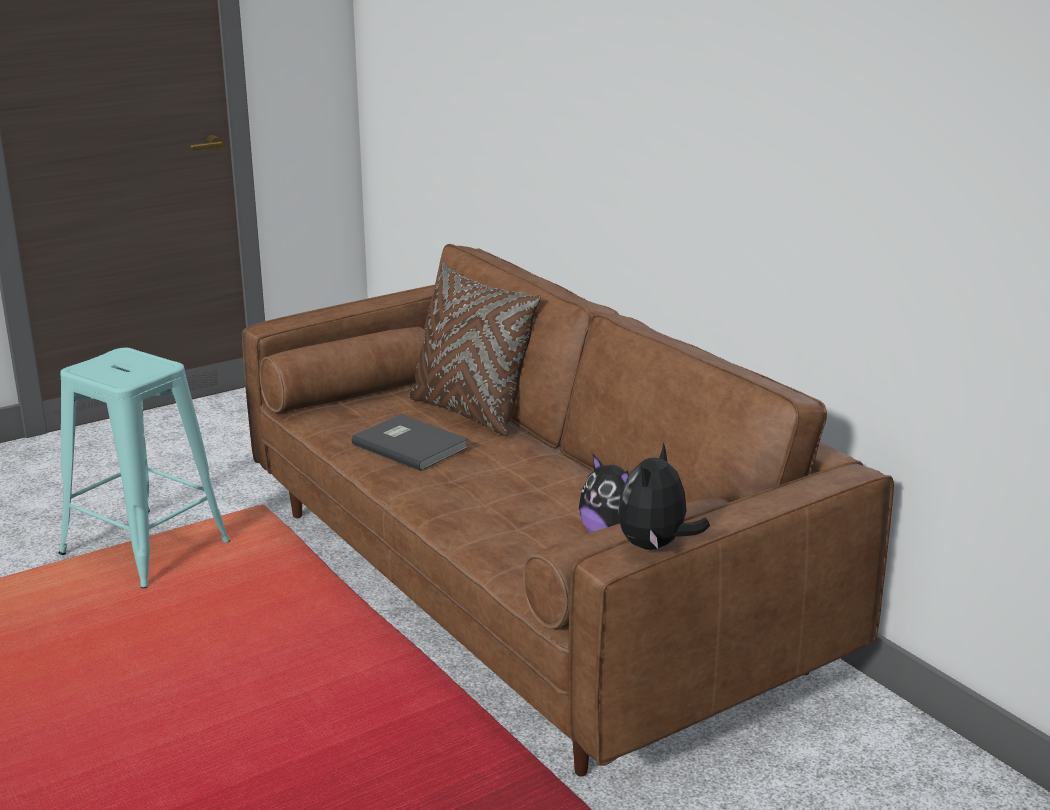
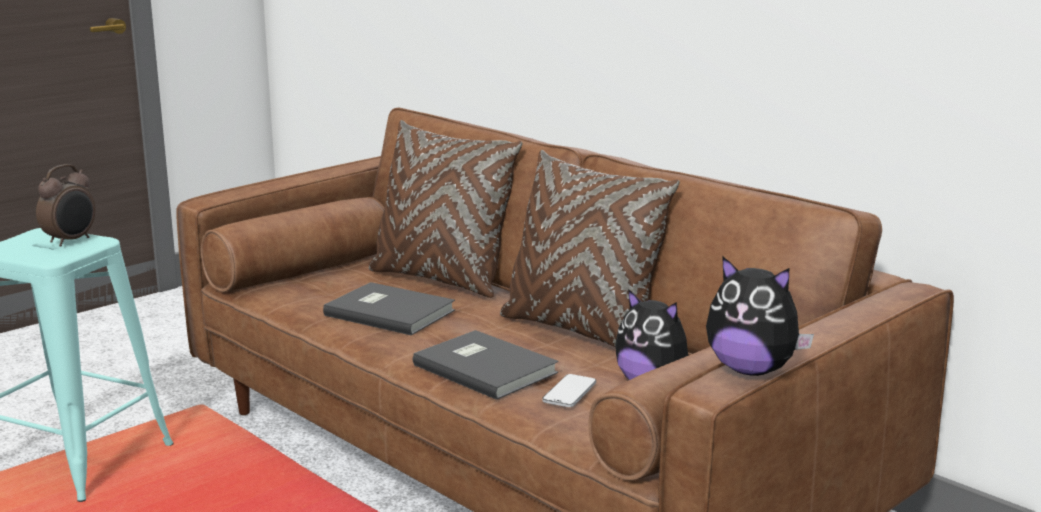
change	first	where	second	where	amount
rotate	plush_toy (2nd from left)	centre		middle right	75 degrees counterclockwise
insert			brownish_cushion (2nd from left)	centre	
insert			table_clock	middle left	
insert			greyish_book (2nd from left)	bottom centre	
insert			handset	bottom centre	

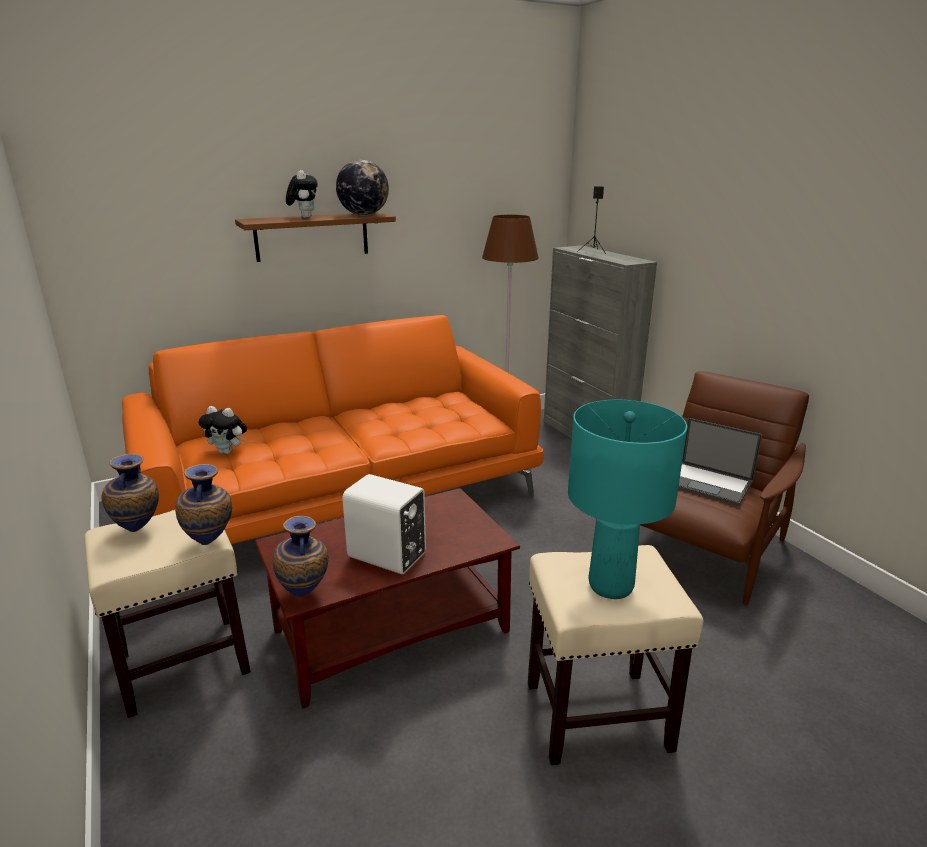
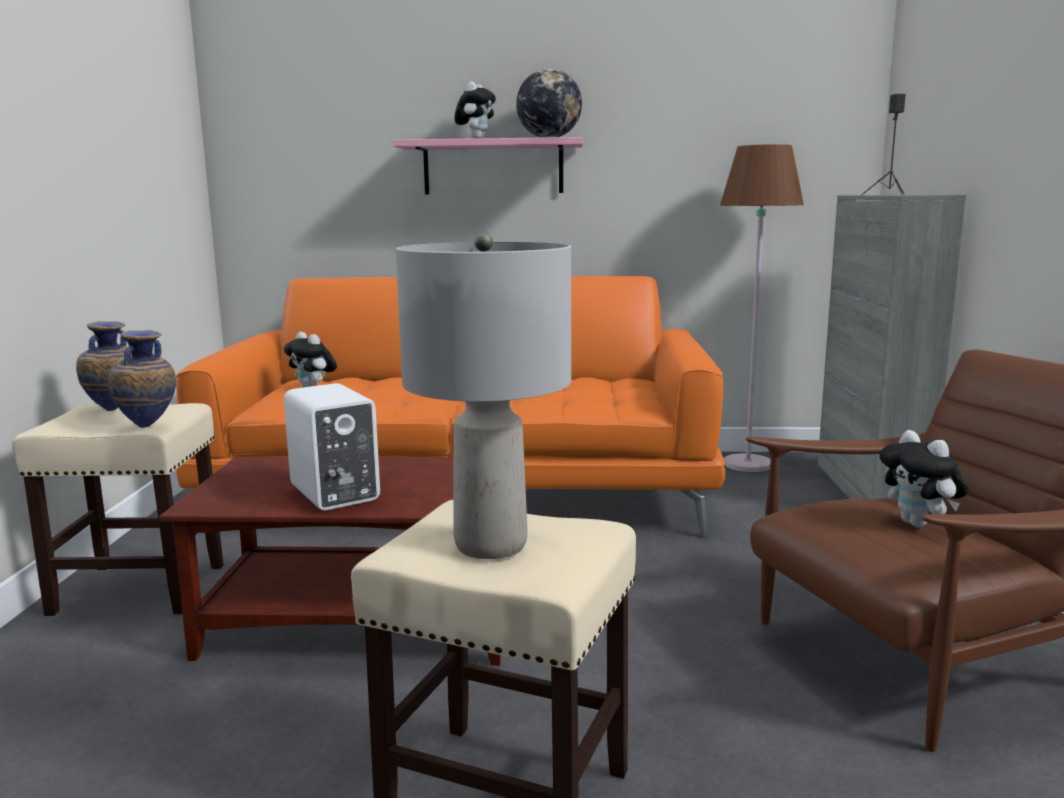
change	first	where	second	where	amount
recolor	brownish_bracket_shelf	top centre	pinkish_bracket_shelf	top centre	
recolor	blue-green_lamp_for_a_table	middle right	greyish_lamp_for_a_table	centre	
replace	portable_computer	middle right	plush_toy (3rd from left)	middle right	
delete	decorative_vase (3rd from left)	middle left			

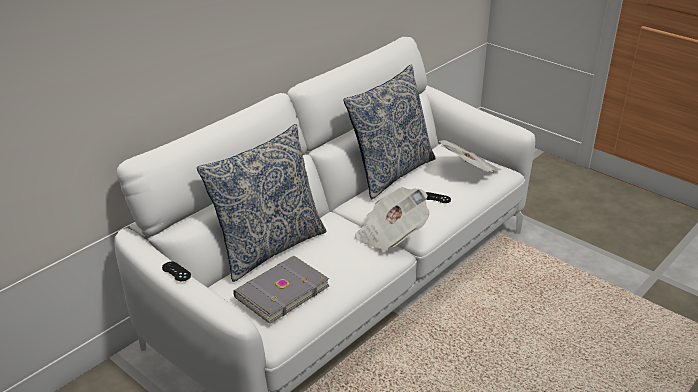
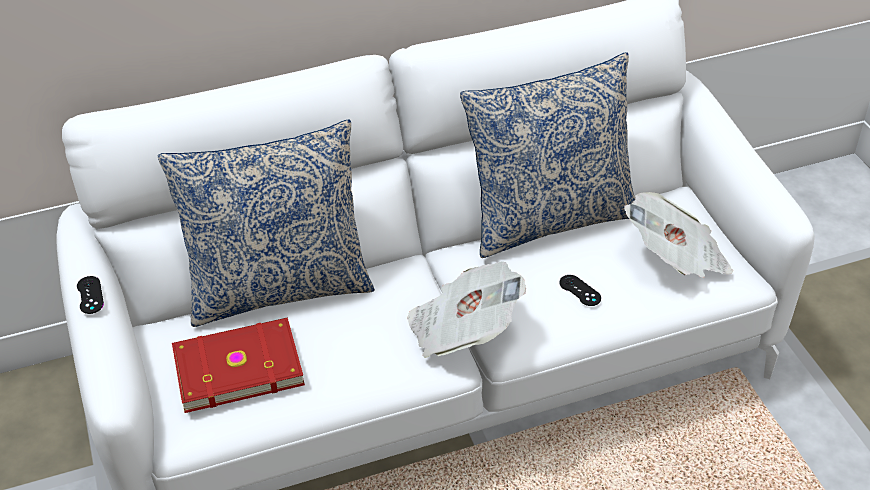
change	first	where	second	where	amount
recolor	greyish_book	bottom centre	reddish_book	bottom left	

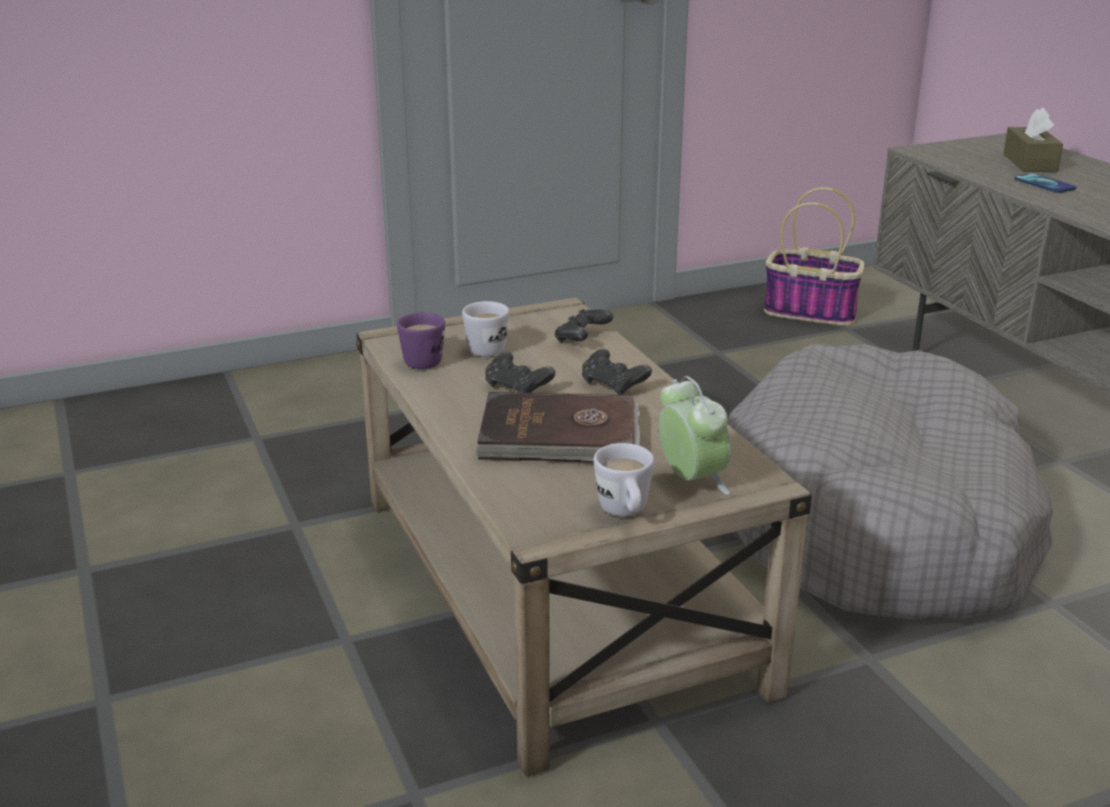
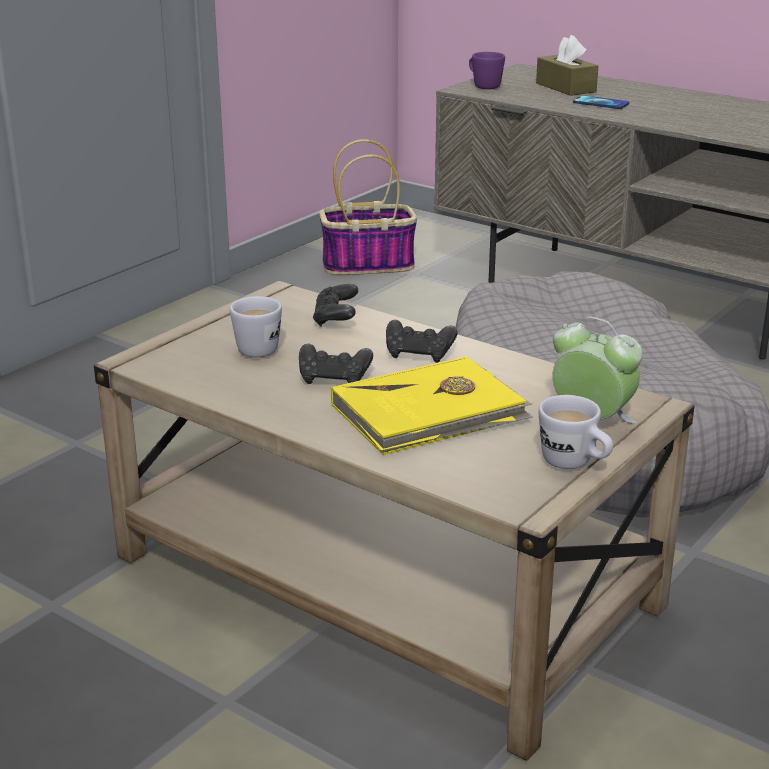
change	first	where	second	where	amount
move	purplish_mug	centre		top centre	
recolor	brownish_book	centre	yellow-coloured_book	centre	

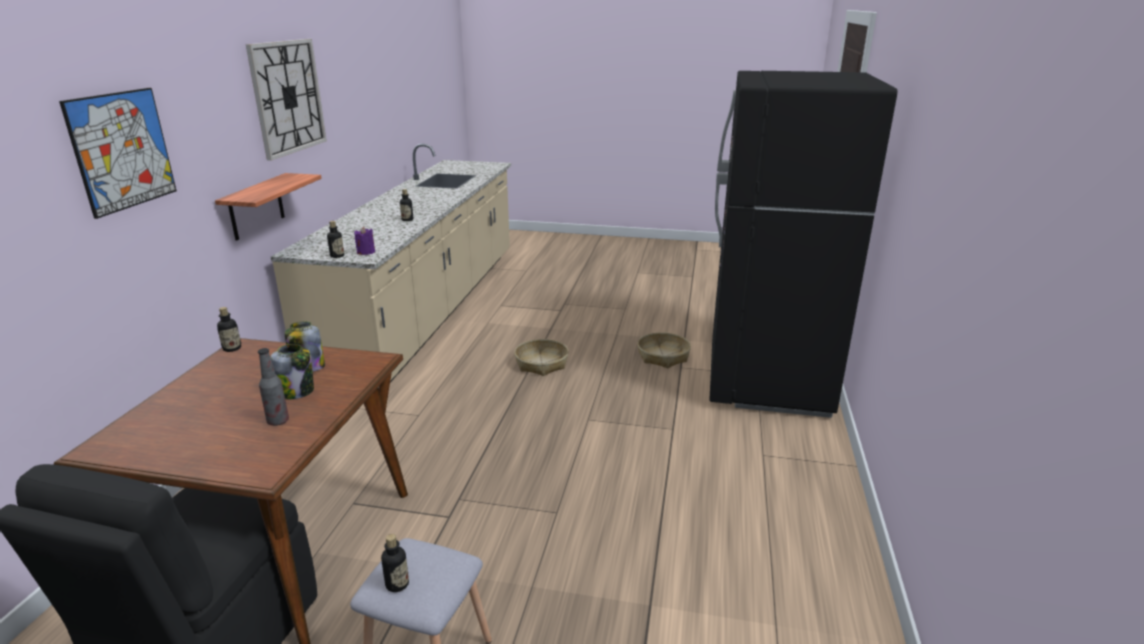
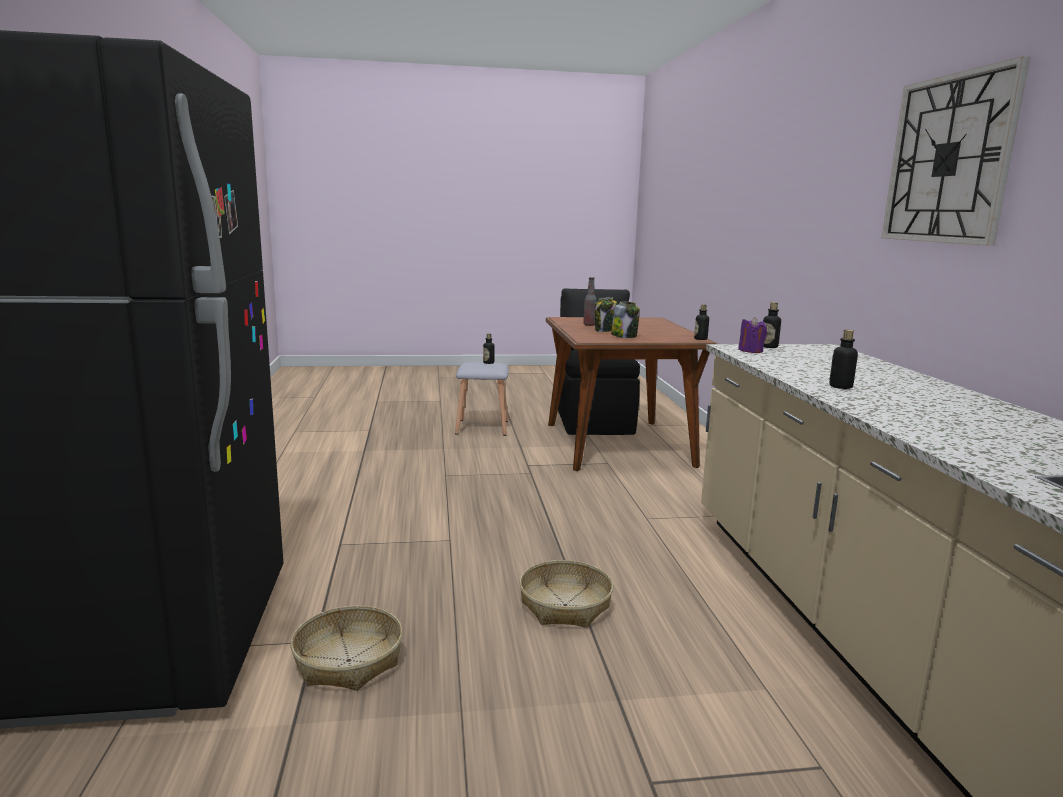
change	first	where	second	where	amount
delete	wall_picture	top left			
delete	bracket_shelf	top left			

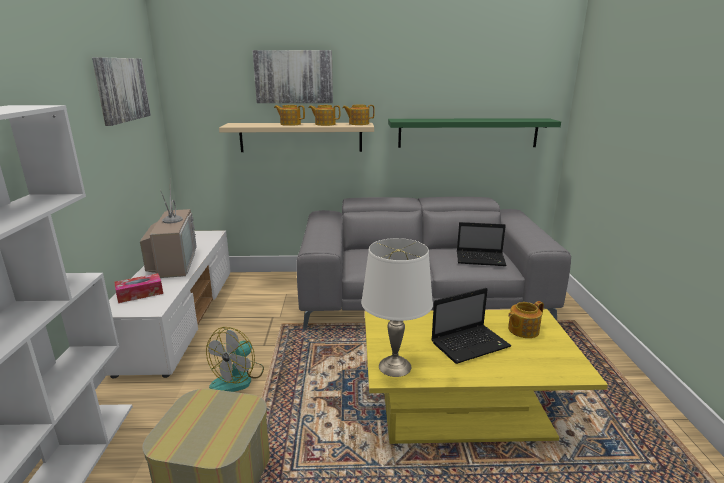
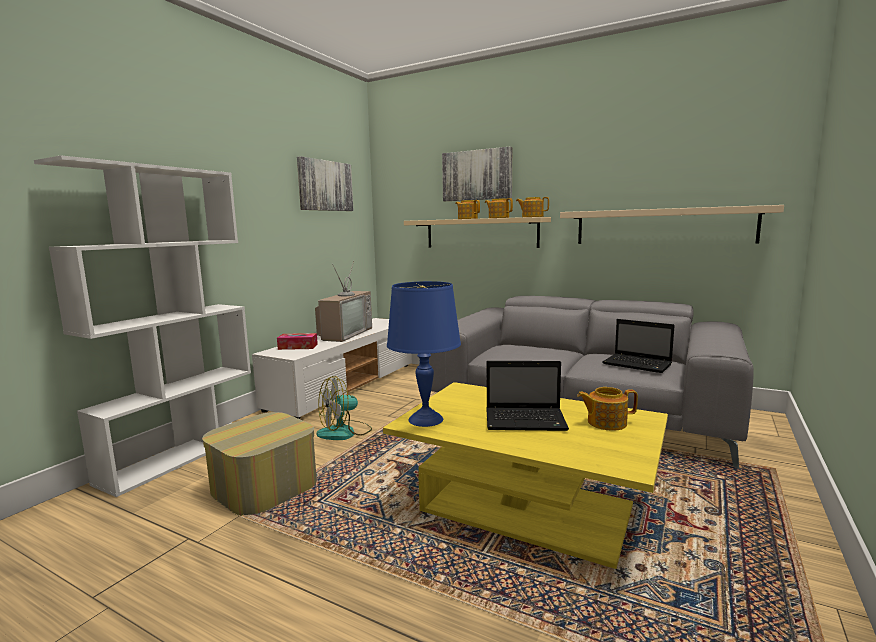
change	first	where	second	where	amount
recolor	greenish_bracket_shelf	top centre	beige_bracket_shelf (2nd from left)	middle right	
recolor	white_lamp_for_a_table	centre	blue-coloured_lamp_for_a_table	centre	

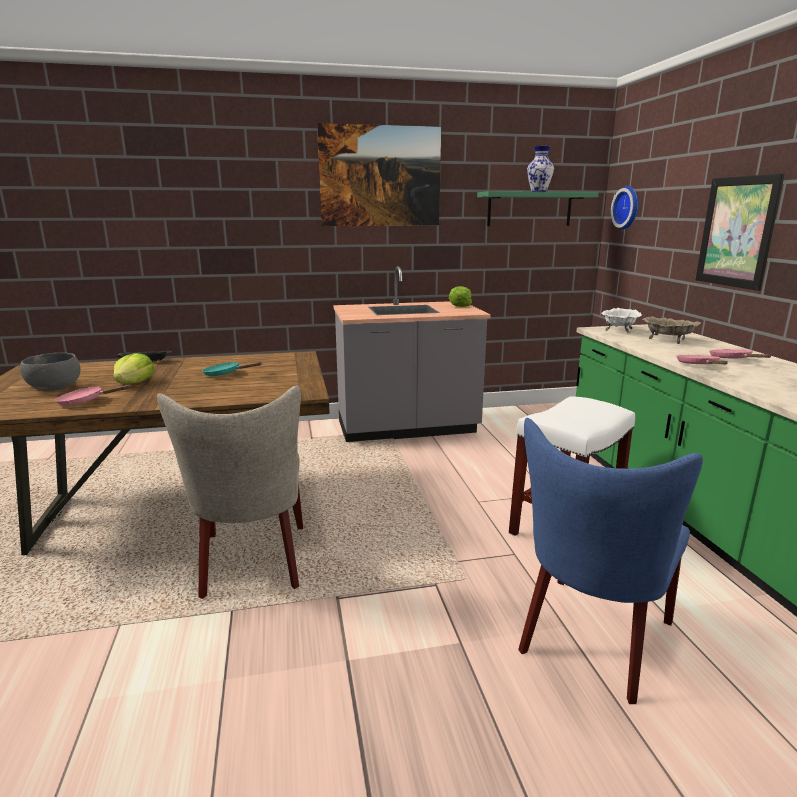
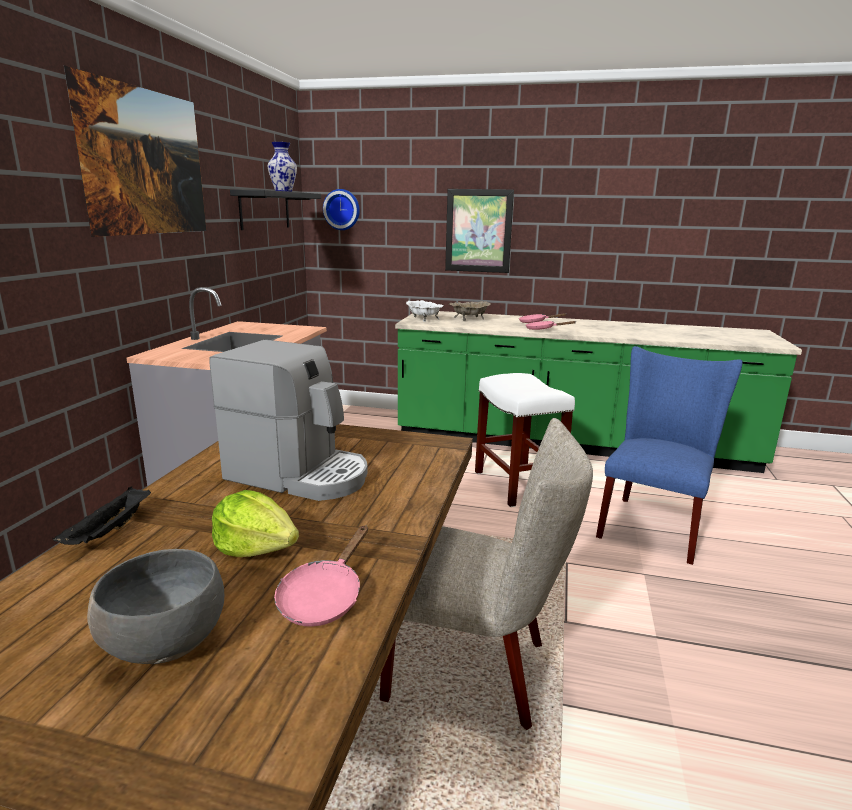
change	first	where	second	where	amount
recolor	greenish_bracket_shelf	top right	black-coloured_bracket_shelf	top left	
delete	lettuce (2nd from left)	centre			
replace	blue-green_frying_pan	middle left	coffee_machine	centre	
rotate	blue-coloured_upright_chair	bottom right		middle right	120 degrees counterclockwise

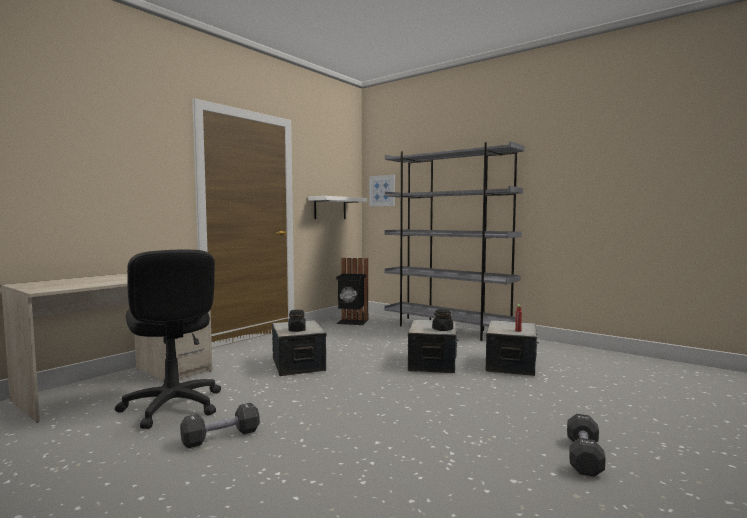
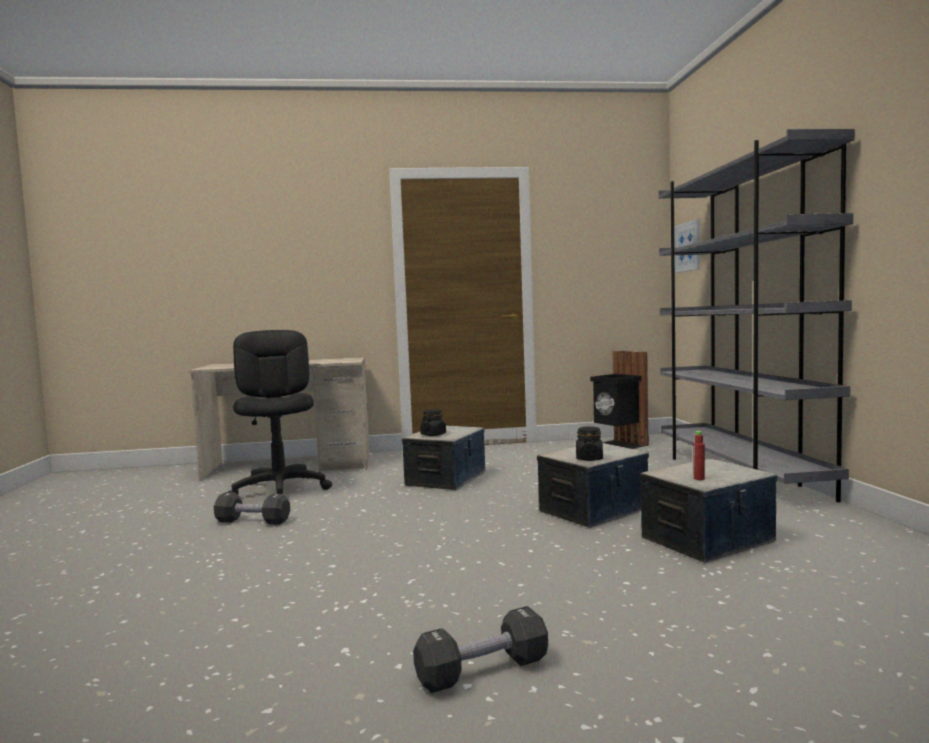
change	first	where	second	where	amount
delete	white_bracket_shelf	centre			
rotate	black-coloured_office_chair	middle left		middle left	150 degrees clockwise

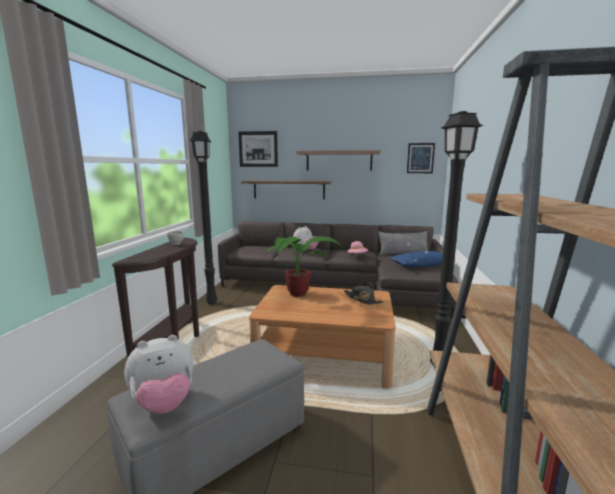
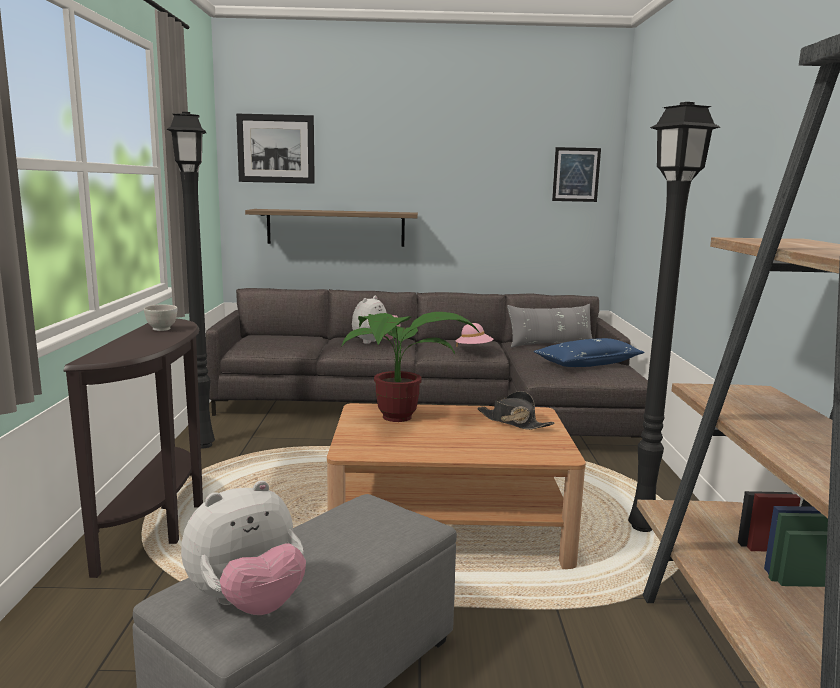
change	first	where	second	where	amount
delete	bracket_shelf (2nd from left)	top centre			

